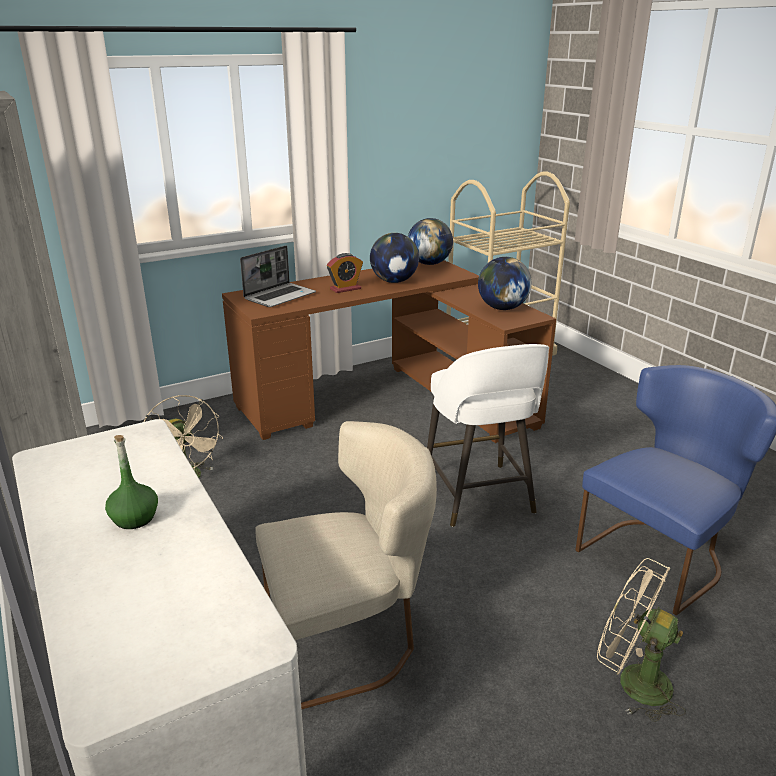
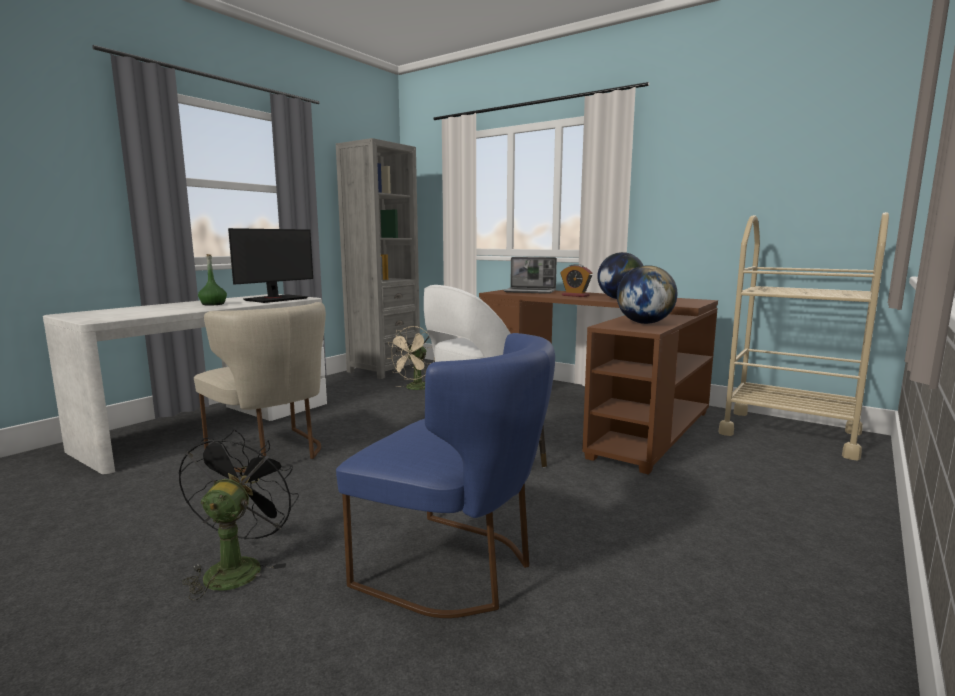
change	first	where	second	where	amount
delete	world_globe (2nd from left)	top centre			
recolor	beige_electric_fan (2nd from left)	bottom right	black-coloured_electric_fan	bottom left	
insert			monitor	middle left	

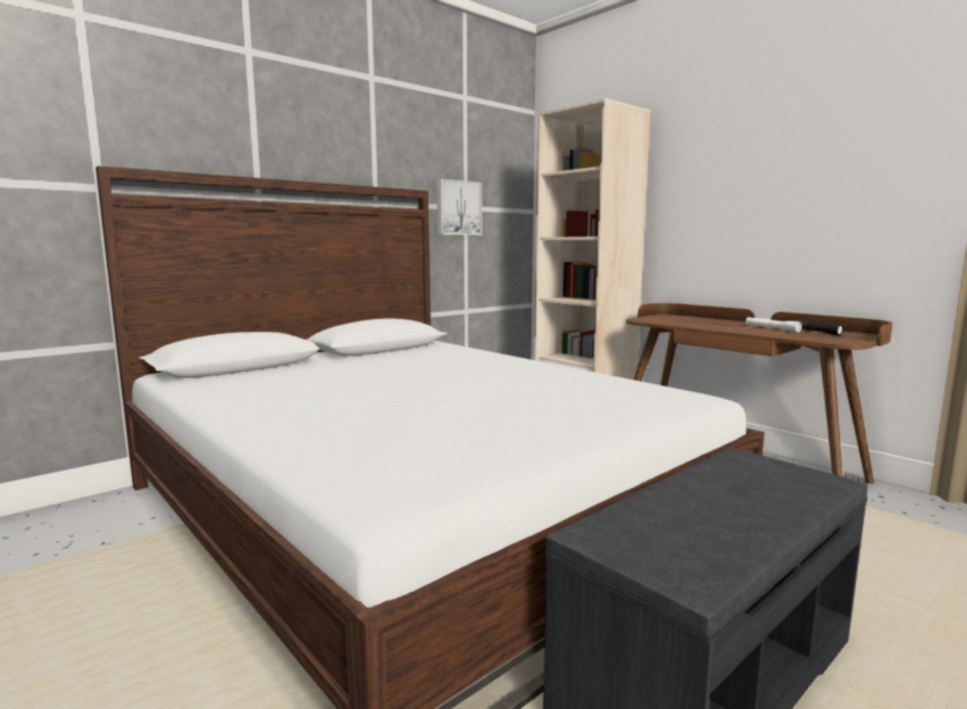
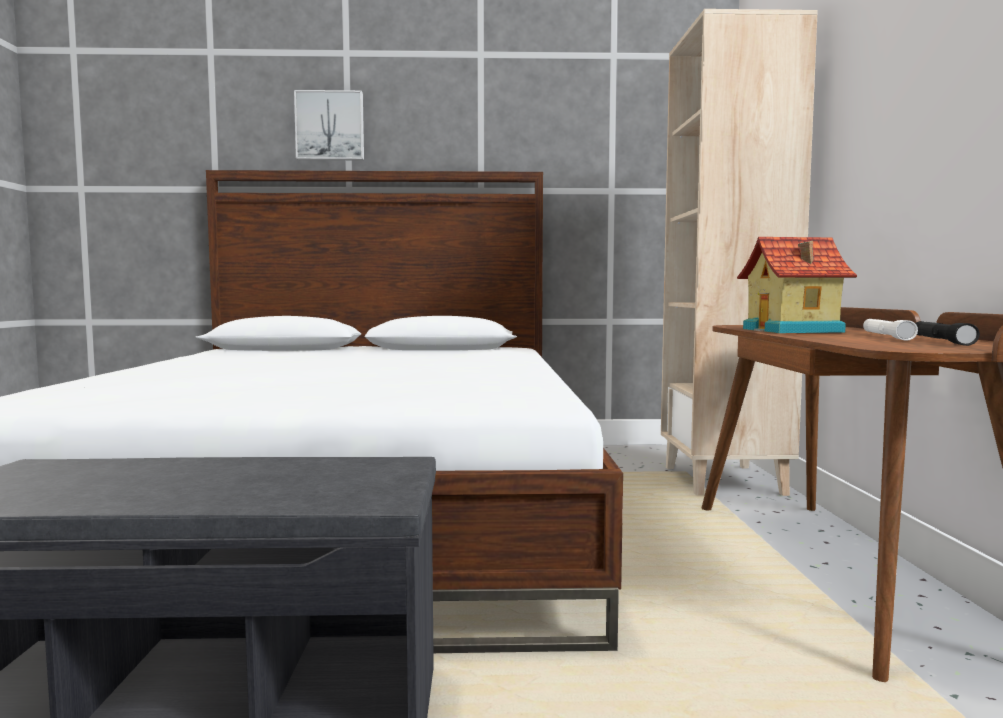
change	first	where	second	where	amount
move	wall_picture	top centre		top left	
insert			miniature_house	middle right	

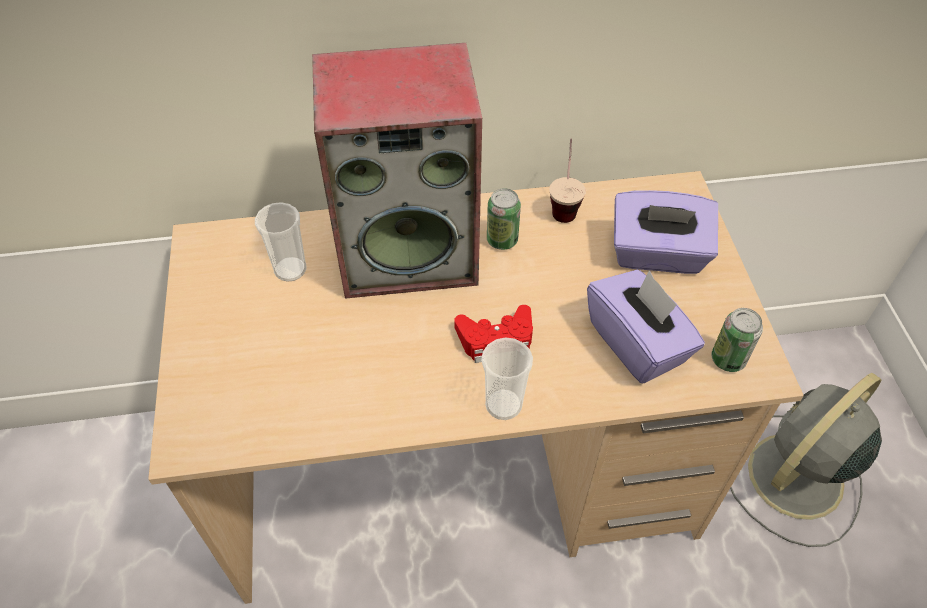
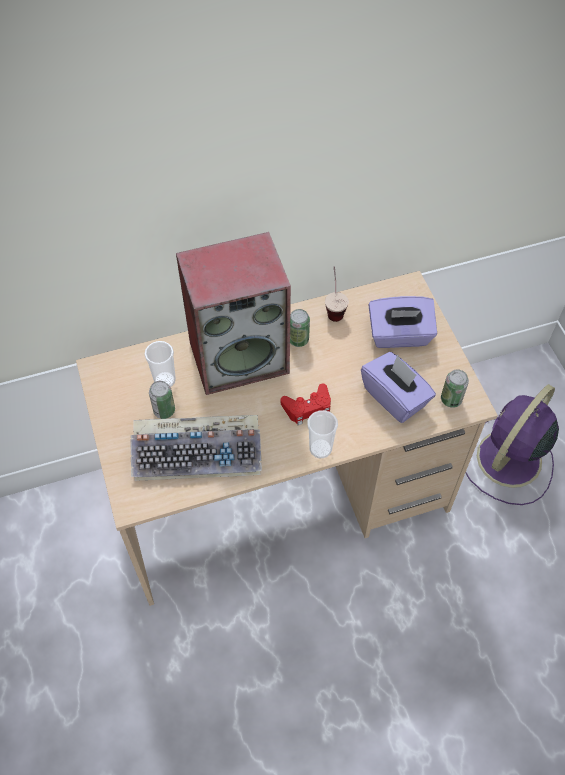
change	first	where	second	where	amount
recolor	greyish_electric_fan	bottom right	purplish_electric_fan	middle right	
insert			metal_can (1st from left)	middle left	
insert			PC_keyboard	centre	

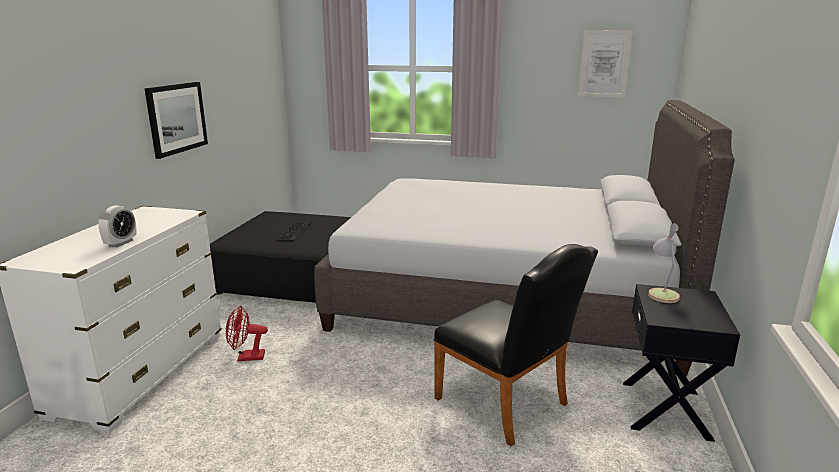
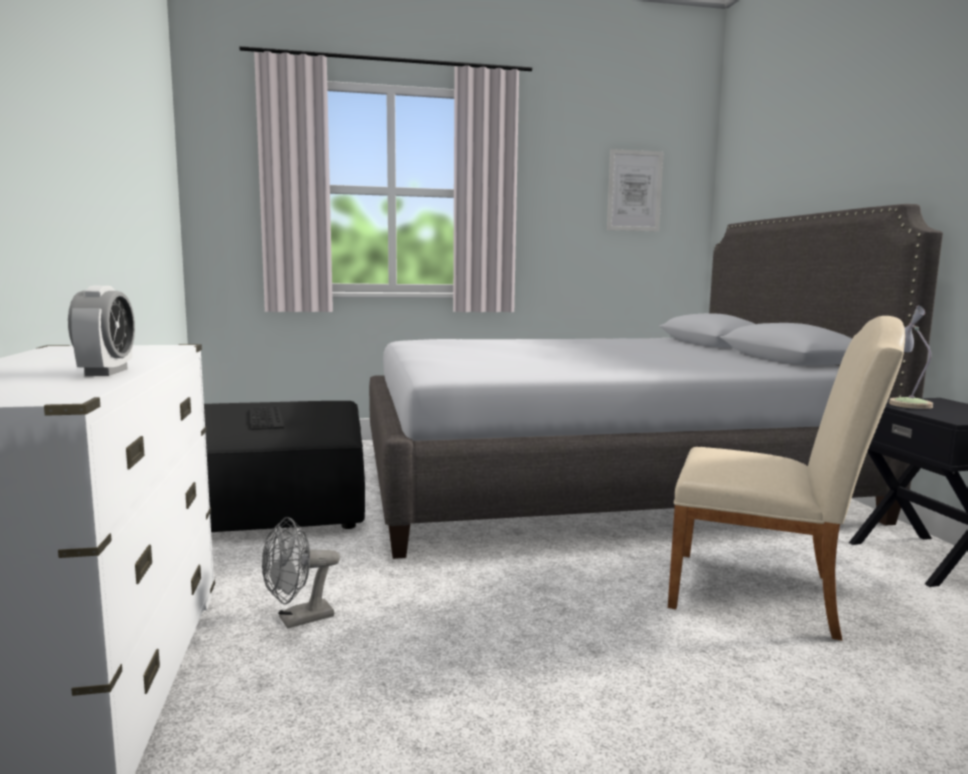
change	first	where	second	where	amount
delete	wall_picture (1st from left)	top left			
recolor	black-coloured_upright_chair	bottom centre	beige_upright_chair	middle right	
recolor	reddish_electric_fan	bottom left	greyish_electric_fan	bottom left	

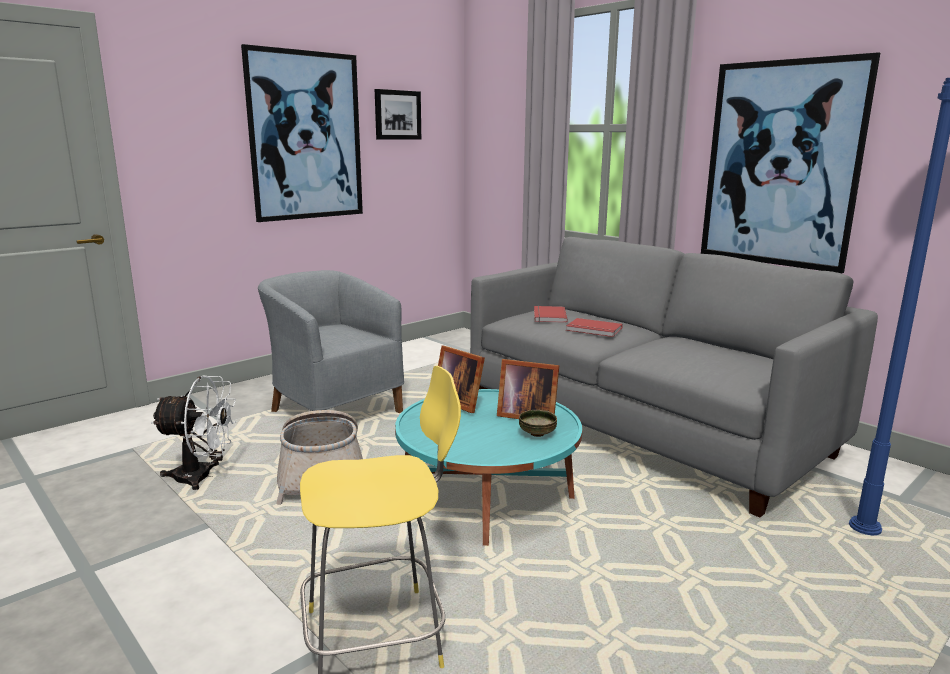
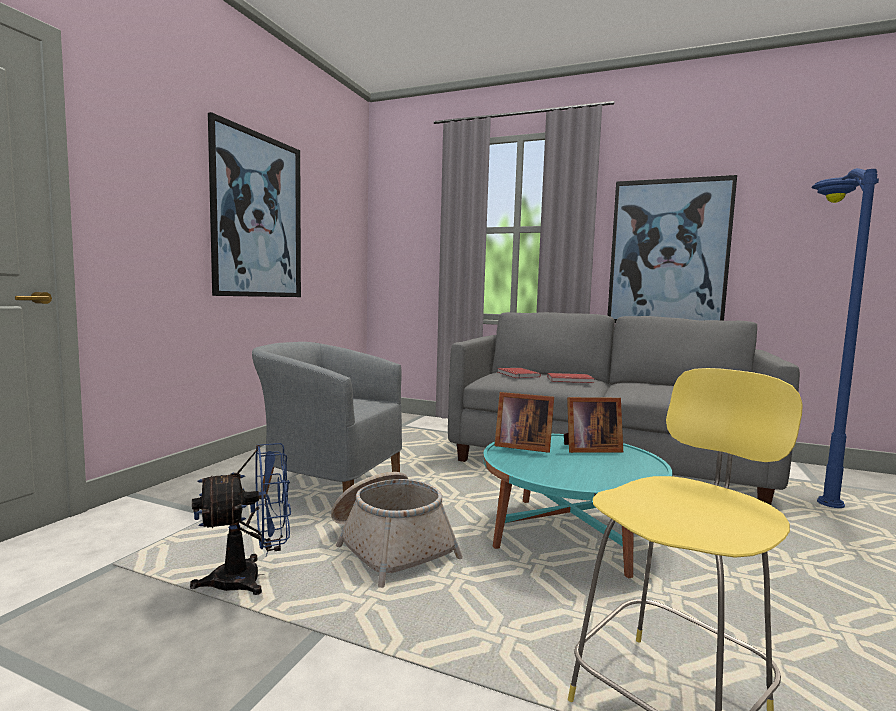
change	first	where	second	where	amount
delete	wall_picture (2nd from left)	top centre			
recolor	white_electric_fan	middle left	blue-coloured_electric_fan	bottom left	
delete	bowl	centre			

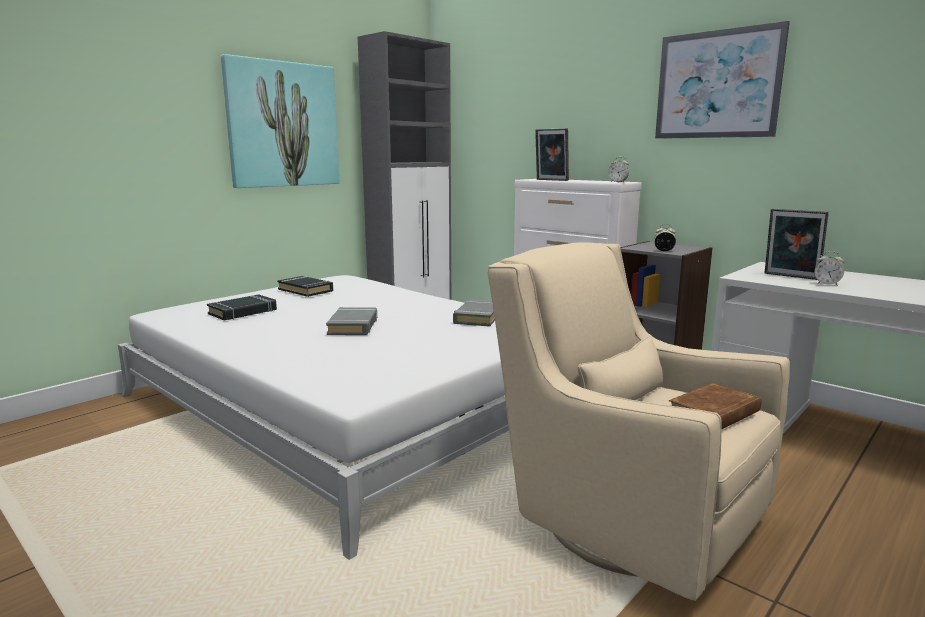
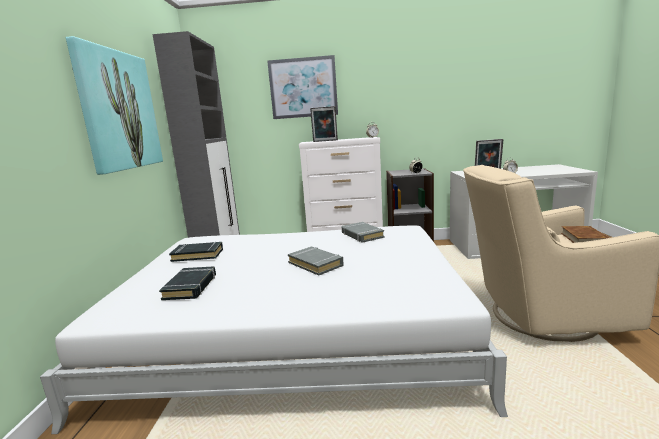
change	first	where	second	where	amount
move	wall_picture (2nd from left)	top right		top centre	

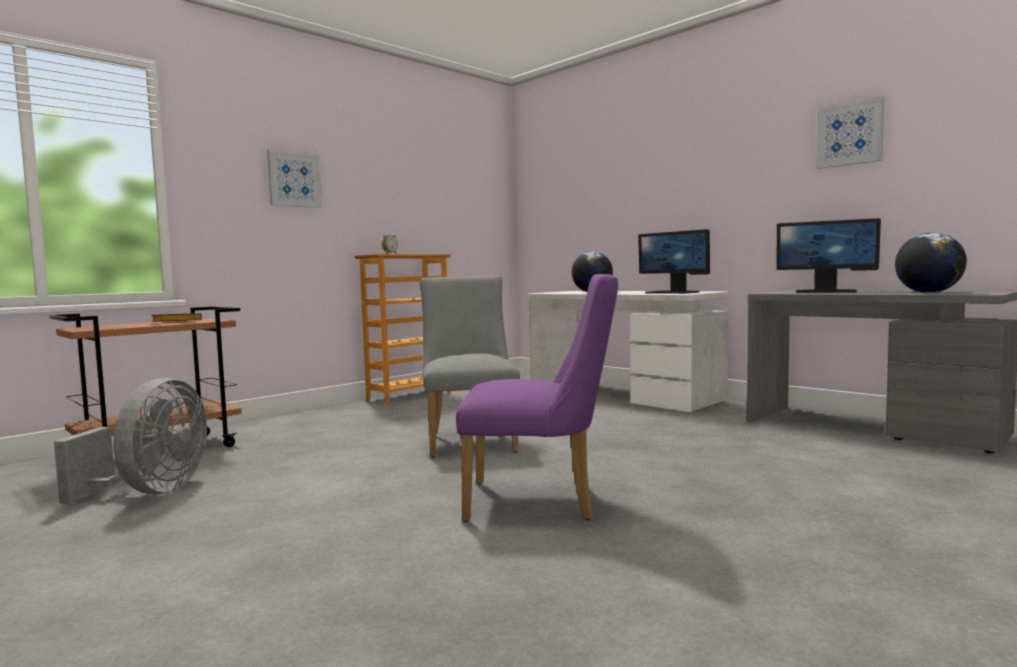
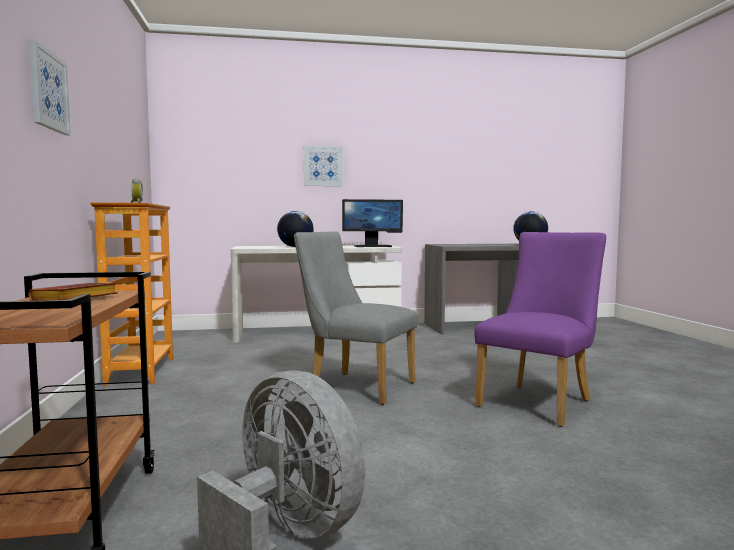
change	first	where	second	where	amount
move	wall_picture (2nd from left)	top right		top centre	
delete	monitor (2nd from left)	middle right			

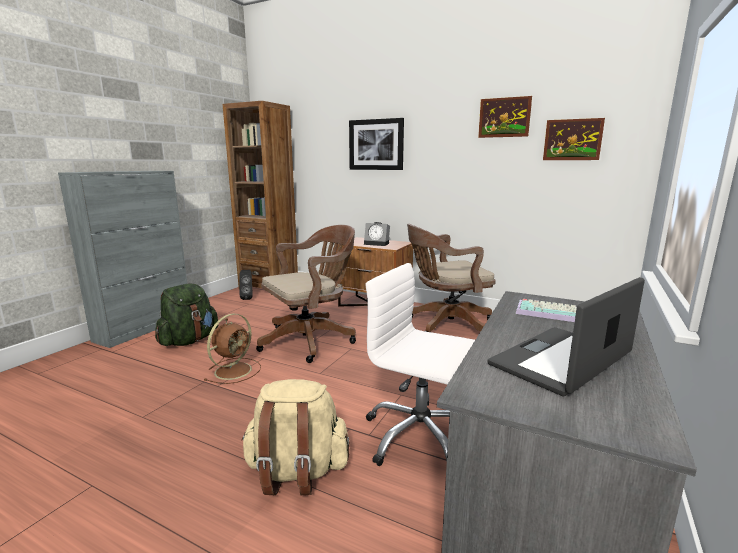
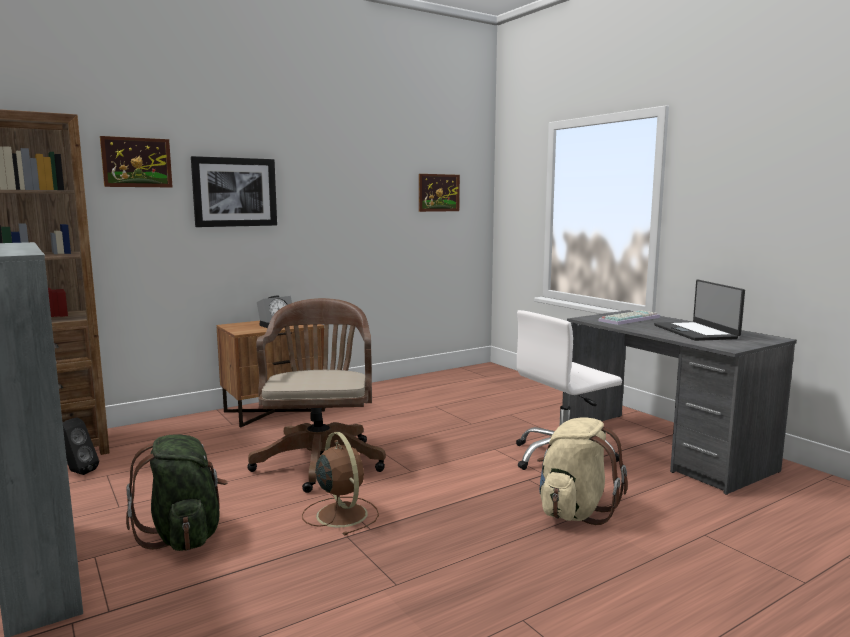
change	first	where	second	where	amount
move	wall_picture (2nd from left in the first image)	top right	wall_picture (1st from left)	top left	
delete	brownish_office_chair (2nd from left)	centre			

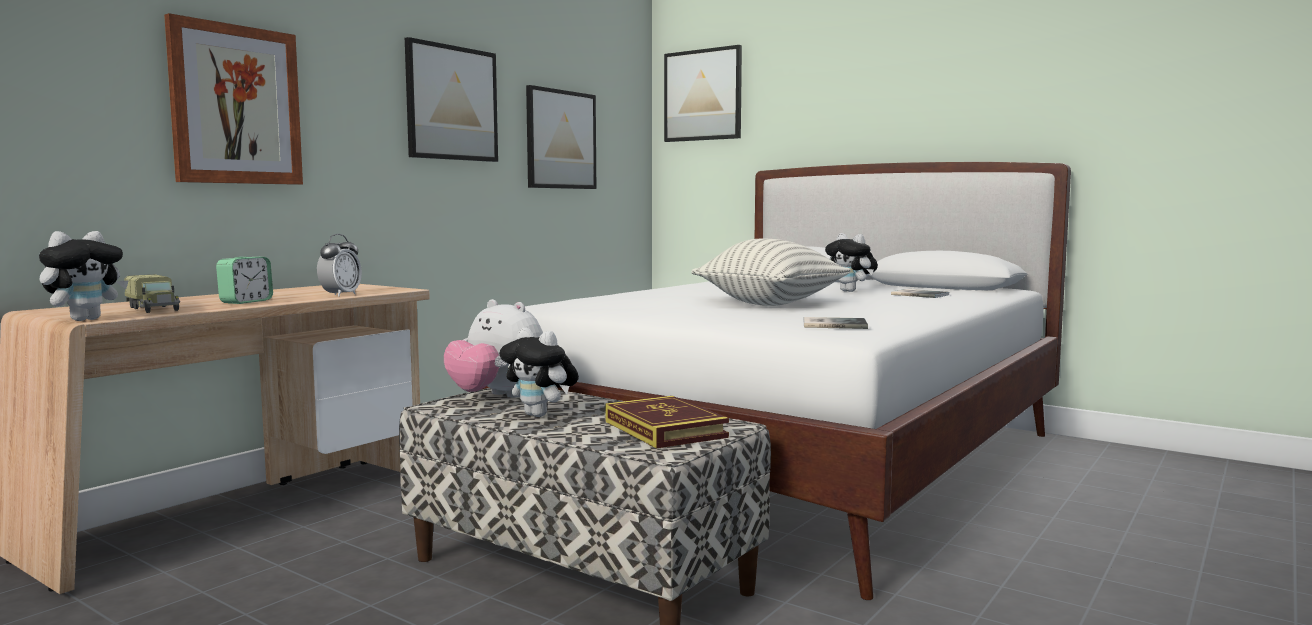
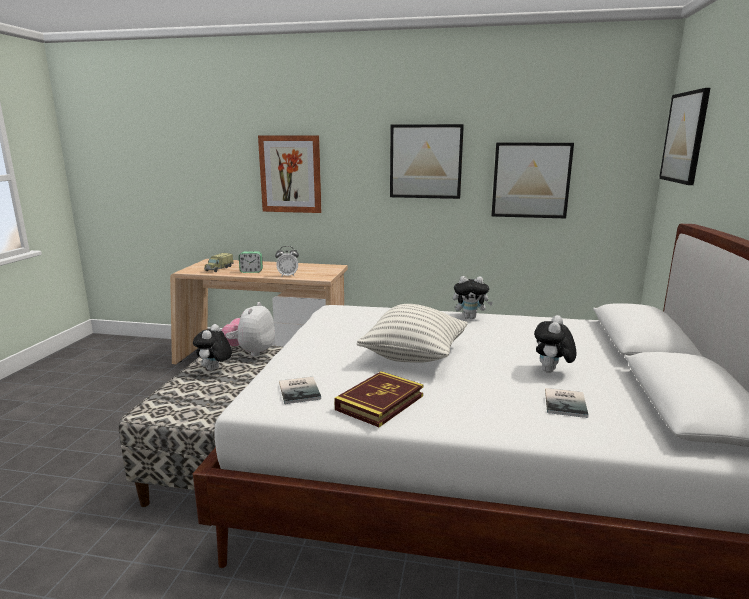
change	first	where	second	where	amount
move	plush_toy (1st from left in the first image)	middle left	plush_toy (3rd from left)	centre	
move	book (1st from left in the first image)	bottom centre	book (2nd from left)	centre	

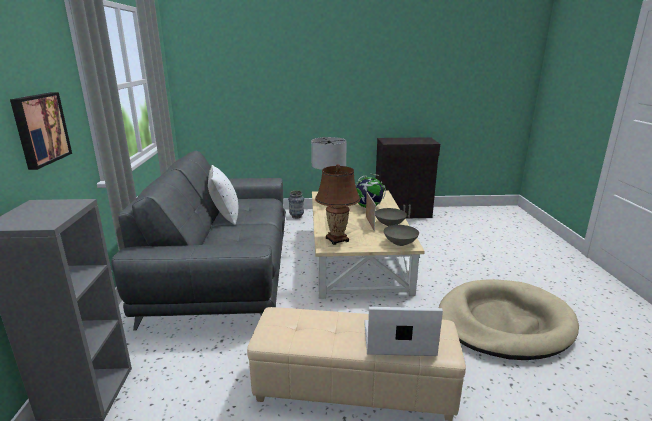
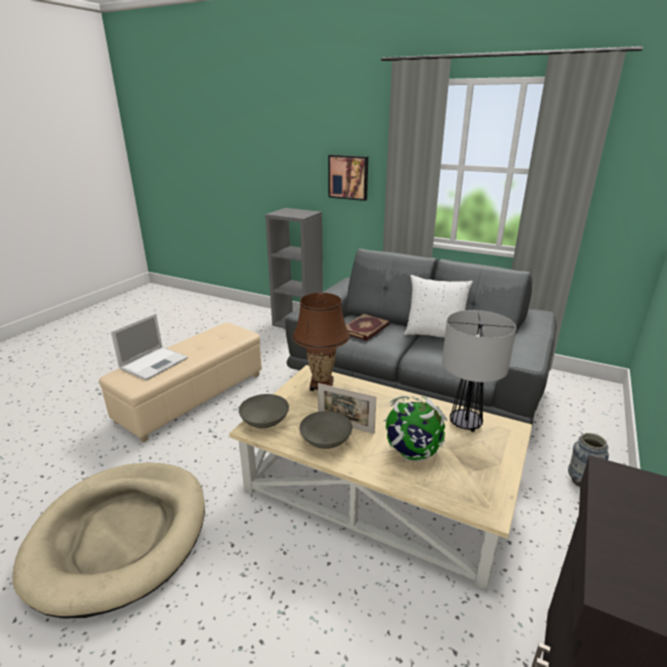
change	first	where	second	where	amount
insert			book	centre	

